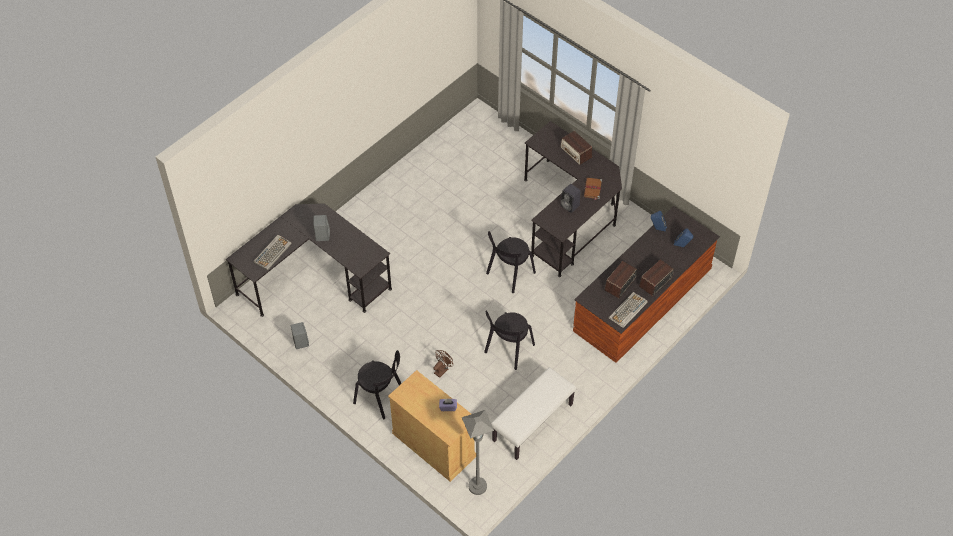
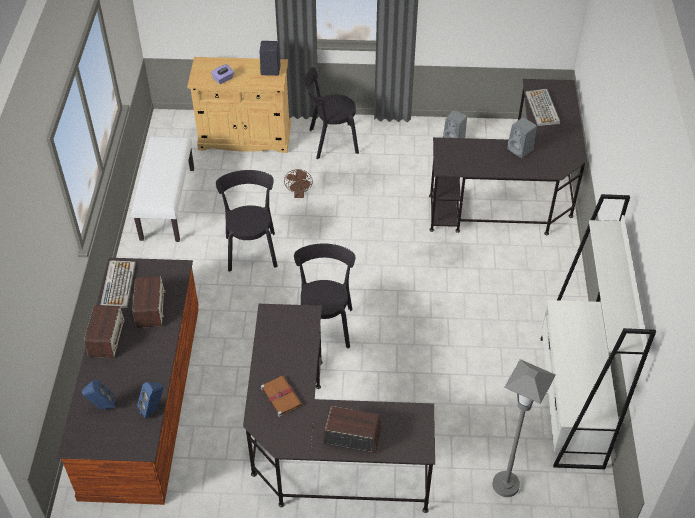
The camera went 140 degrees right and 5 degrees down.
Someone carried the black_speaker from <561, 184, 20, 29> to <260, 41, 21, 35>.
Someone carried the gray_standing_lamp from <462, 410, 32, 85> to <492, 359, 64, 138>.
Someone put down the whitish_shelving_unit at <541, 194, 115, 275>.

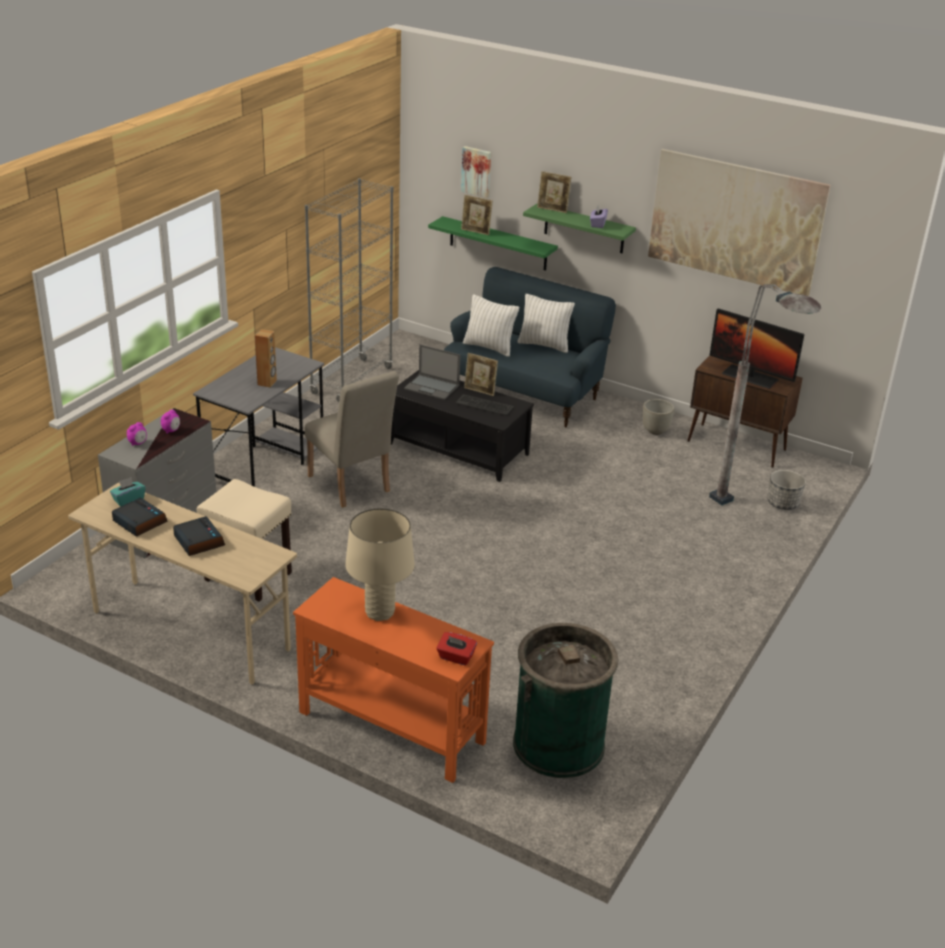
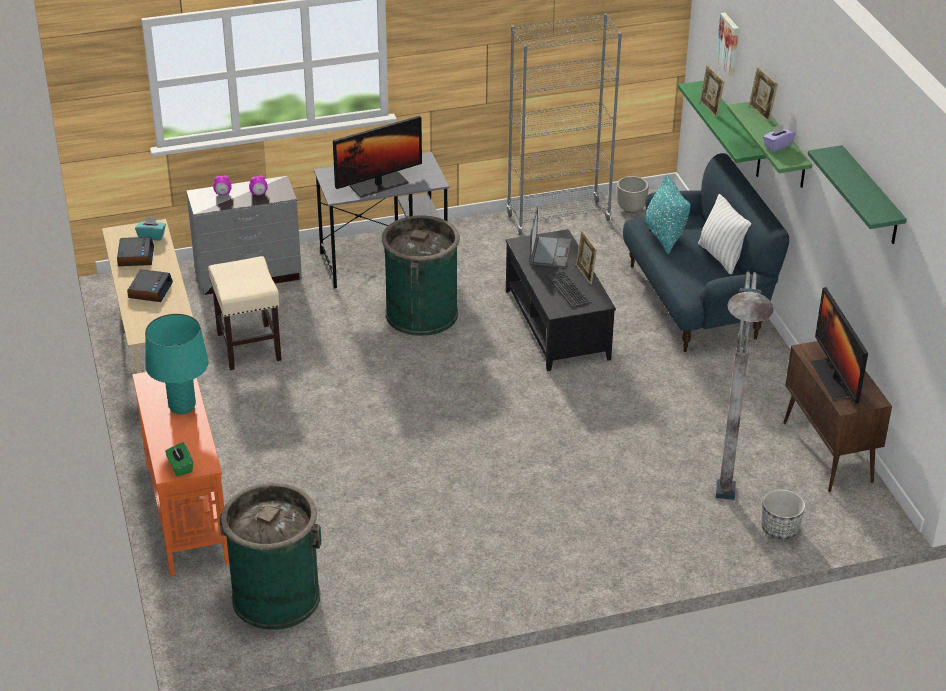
The camera went 45 degrees right and 5 degrees up.
Someone repainted the sand-coloured_tabletop_lamp at <345, 508, 70, 113>, which became the turquoise-coloured_tabletop_lamp at <145, 314, 64, 101>.
Someone repainted the red-coloured_tissue_box at <436, 632, 41, 34>, which became the green-coloured_tissue_box at <165, 442, 28, 34>.
Someone swapped the brown-coloured_speaker at <255, 329, 22, 59> for the computer_display at <333, 116, 89, 82>.
Someone swapped the sand-coloured_upright_chair at <305, 371, 94, 137> for the green-coloured_trash_can at <382, 215, 78, 121>.
Someone rotated the notebook_computer at <404, 345, 57, 55> by 150 degrees counterclockwise.
Someone carried the gray_planter from <643, 399, 31, 36> to <617, 176, 32, 37>.
Someone repainted the whitish_throw_pillow at <463, 294, 56, 63>, which became the turquoise-coloured_throw_pillow at <645, 174, 46, 80>.
Someone swapped the wall_picture at <648, 149, 183, 147> for the green-coloured_wall_shelf at <808, 145, 99, 99>.

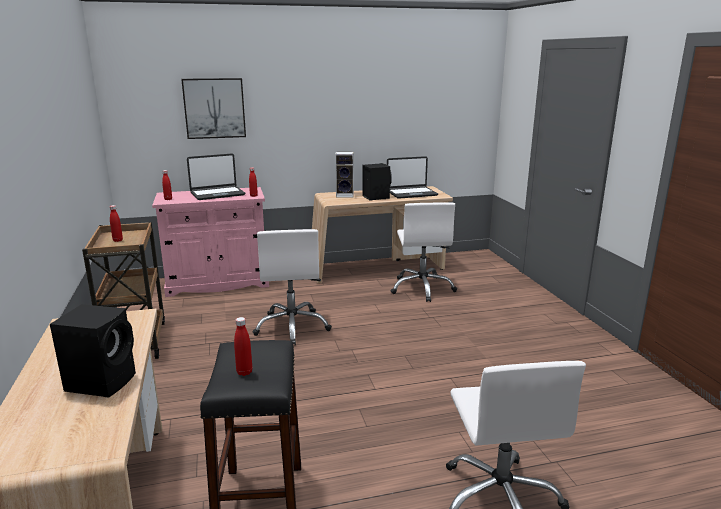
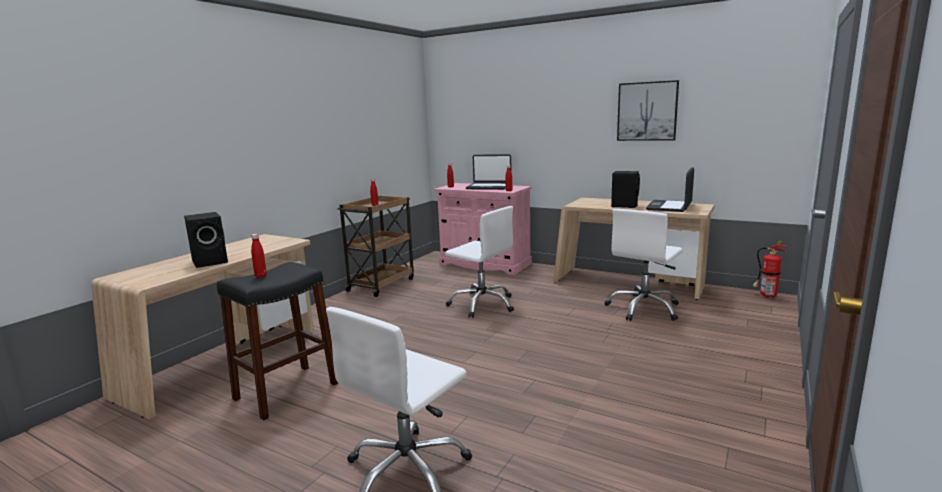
The camera went 45 degrees right and 5 degrees down.
Someone rotated the whitish_computer_chair at <252, 229, 80, 117> by 90 degrees counterclockwise.
Someone carried the wall_picture from <181, 78, 65, 61> to <617, 80, 62, 61>.
Someone rotated the notebook_computer at <387, 156, 51, 43> by 90 degrees clockwise.
Someone put down the fire-fighting_cylinder at <753, 241, 34, 57>.
Someone took away the speaker at <335, 152, 19, 45>.

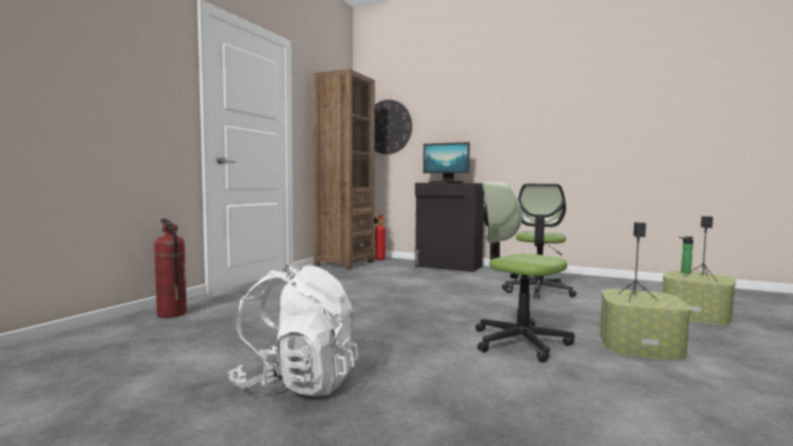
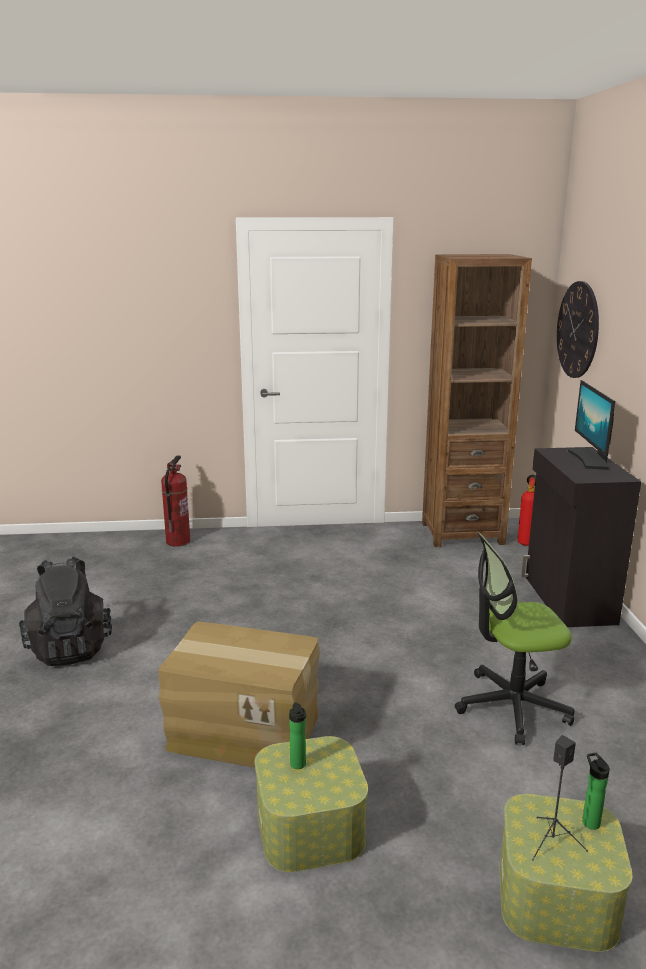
The camera went 60 degrees right and 15 degrees up.
Someone repainted the whitish_knapsack at <228, 265, 130, 131>, which became the black_knapsack at <19, 557, 93, 109>.
Someone swapped the computer_chair at <475, 183, 100, 180> for the carton at <158, 622, 162, 146>.
Someone swapped the black_speaker at <619, 222, 38, 81> for the bottle at <289, 702, 17, 67>.

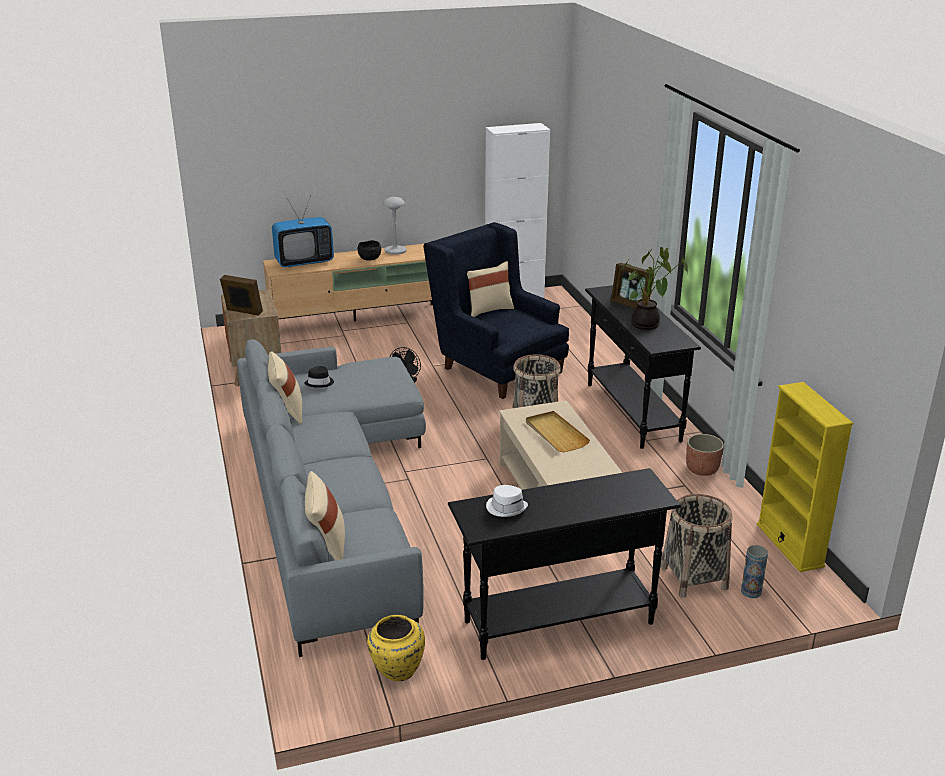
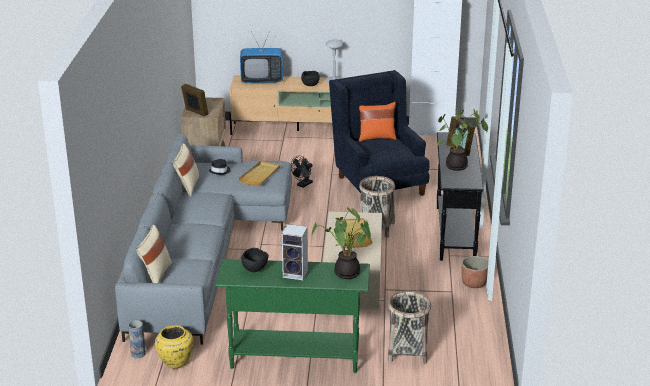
The camera went 20 degrees right and 0 degrees up.
Someone carried the vase from <741, 545, 27, 53> to <128, 320, 18, 38>.
Someone repainted the black_hall_table at <448, 468, 233, 192>, which became the green-coloured_hall_table at <215, 259, 155, 114>.
Someone put down the sand-coloured_serving_tray at <238, 161, 42, 25>.
Someone swapped the whitish_hat at <486, 485, 42, 32> for the black_serving_bowl at <241, 248, 28, 24>.
Someone put down the speaker at <282, 224, 26, 56>.
Someone put down the houseplant at <311, 208, 60, 71>.
Someone repainted the sand-coloured_throw_pillow at <467, 261, 47, 56>, which became the orangey_throw_pillow at <359, 102, 37, 40>.
Someone took away the yellow_shelving_unit at <757, 382, 96, 190>.

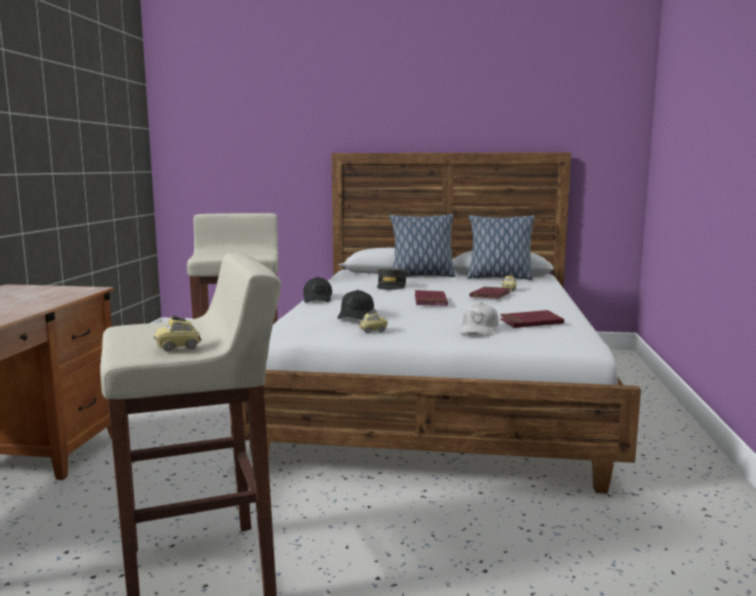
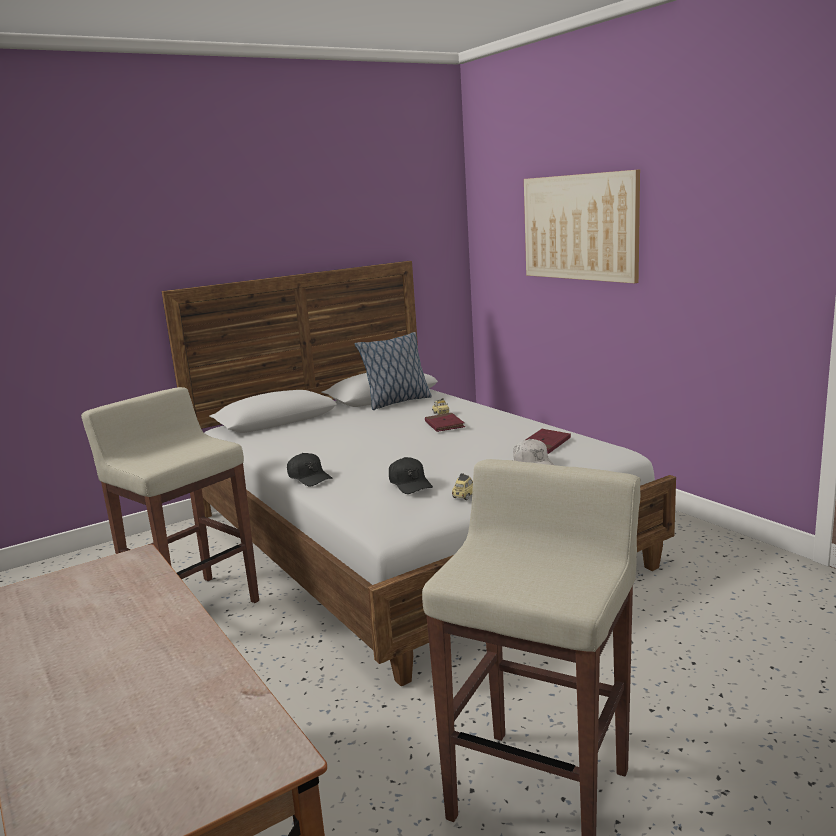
The camera went 40 degrees left and 5 degrees up.
Someone put up the wall_picture at <524, 169, 116, 114>.
Someone took away the model_car at <154, 315, 47, 37>.
Someone took away the gray_cap at <377, 269, 30, 21>.
Someone took away the throw_pillow at <389, 214, 67, 63>.
Someone took away the red-coloured_book at <415, 290, 33, 16>.

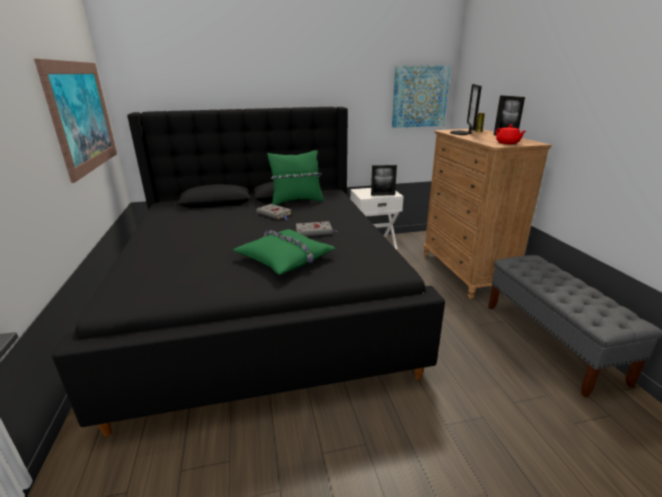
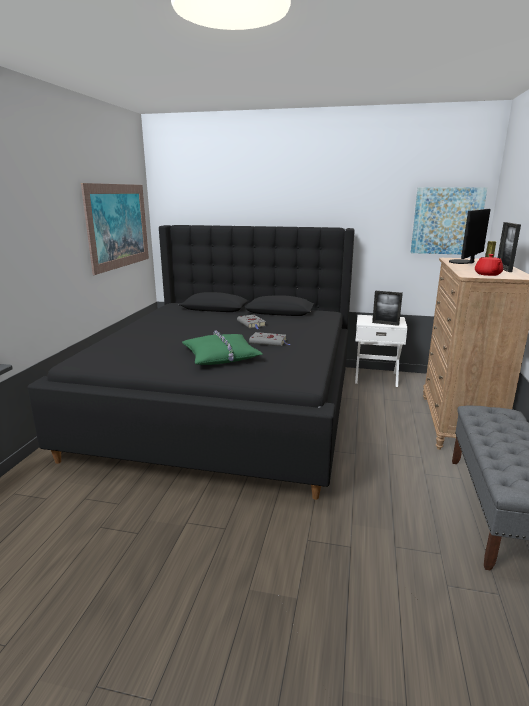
The camera went 25 degrees right and 5 degrees down.
Someone took away the green-coloured_throw_pillow at <267, 150, 56, 55>.

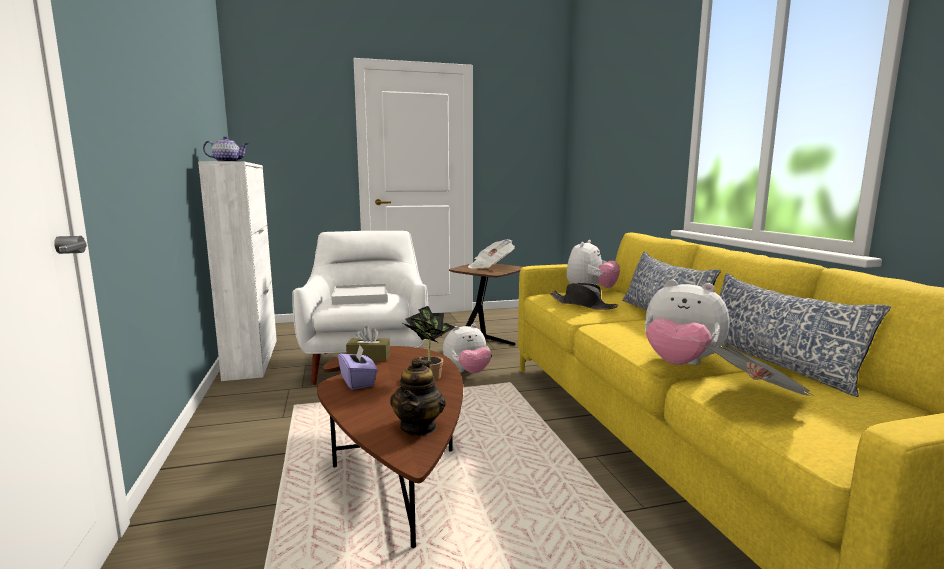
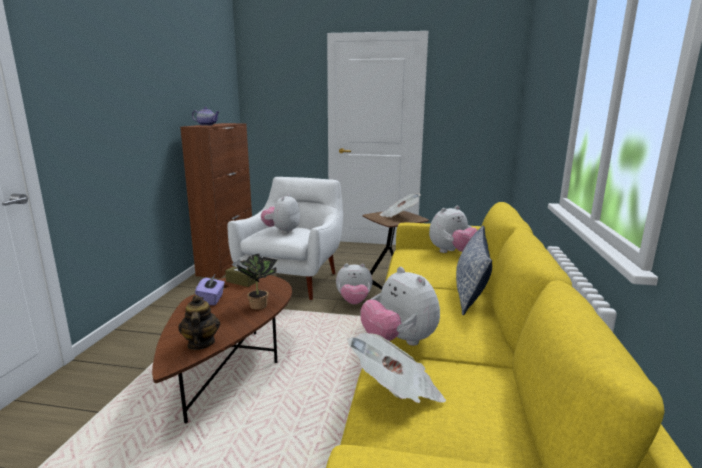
The camera went 25 degrees right and 5 degrees up.
Someone rotated the tea_pot at <390, 357, 56, 79> by 135 degrees clockwise.
Someone repainted the whitish_storage_cabinet at <198, 161, 79, 220>, which became the brown-coloured_storage_cabinet at <180, 123, 72, 155>.
Someone swapped the whitish_serving_tray at <331, 284, 57, 21> for the soft_toy at <261, 194, 39, 40>.
Someone took away the black_hat at <550, 283, 68, 27>.
Someone took away the throw_pillow at <719, 273, 172, 124>.

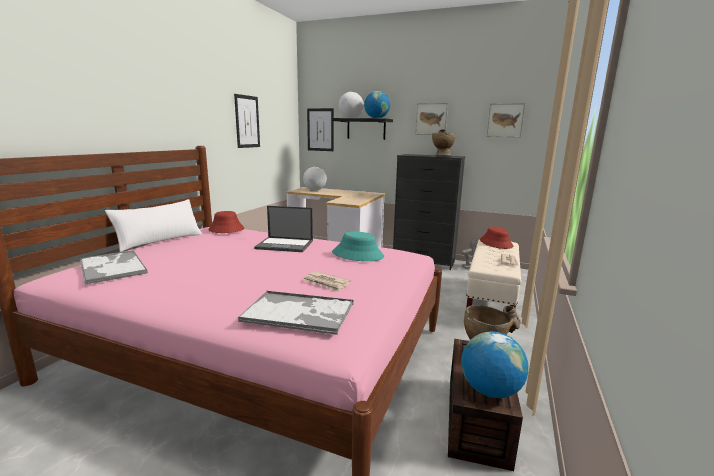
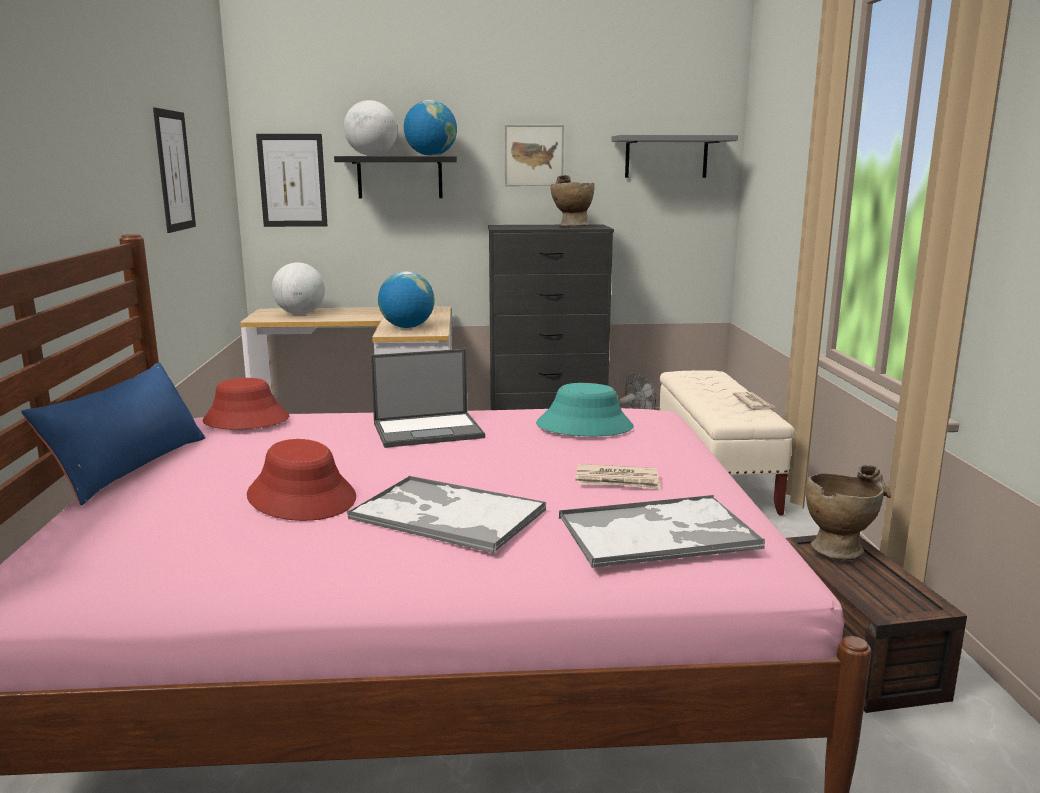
The camera went 25 degrees left and 0 degrees up.
Someone repainted the whitish_throw_pillow at <105, 199, 97, 53>, which became the blue-coloured_throw_pillow at <21, 362, 184, 143>.
Someone carried the red-coloured_hat from <480, 227, 33, 22> to <247, 439, 109, 82>.
Someone carried the serving_tray from <80, 250, 68, 35> to <347, 476, 199, 78>.
Someone carried the world_globe from <461, 332, 68, 66> to <378, 271, 57, 57>.
Someone swapped the wall_picture at <487, 103, 38, 35> for the gray_wall_shelf at <611, 135, 127, 43>.

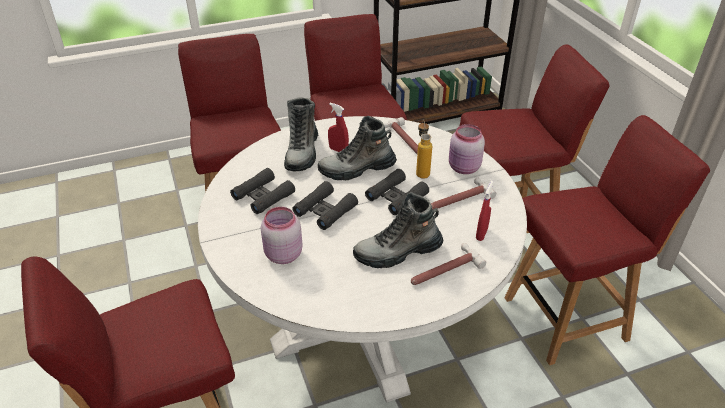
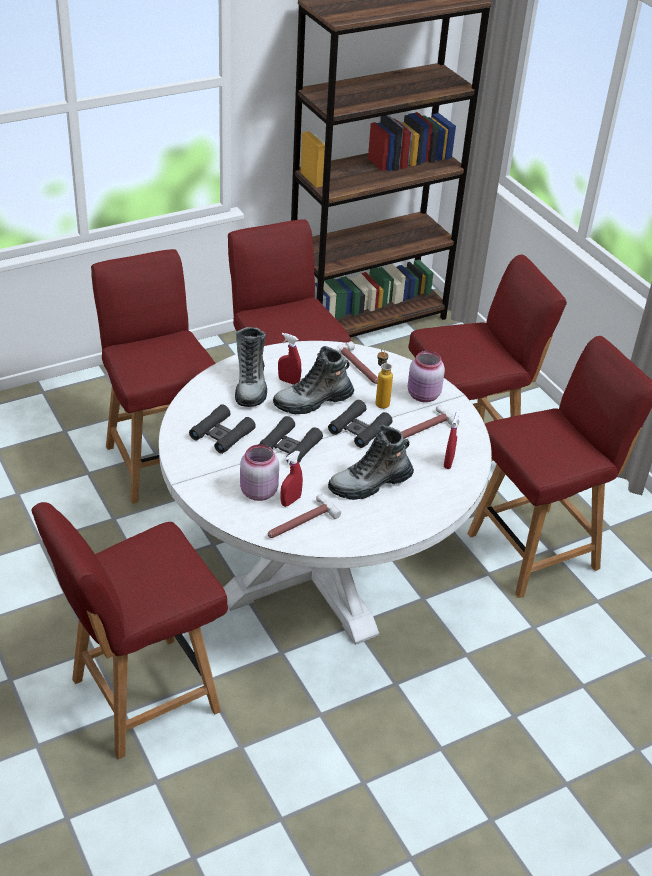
The camera went 10 degrees left and 0 degrees up.
Someone carried the tool_hammer from <411, 243, 75, 42> to <268, 494, 73, 44>.
Someone put down the red-coloured_sprayer at <280, 451, 23, 56>.

